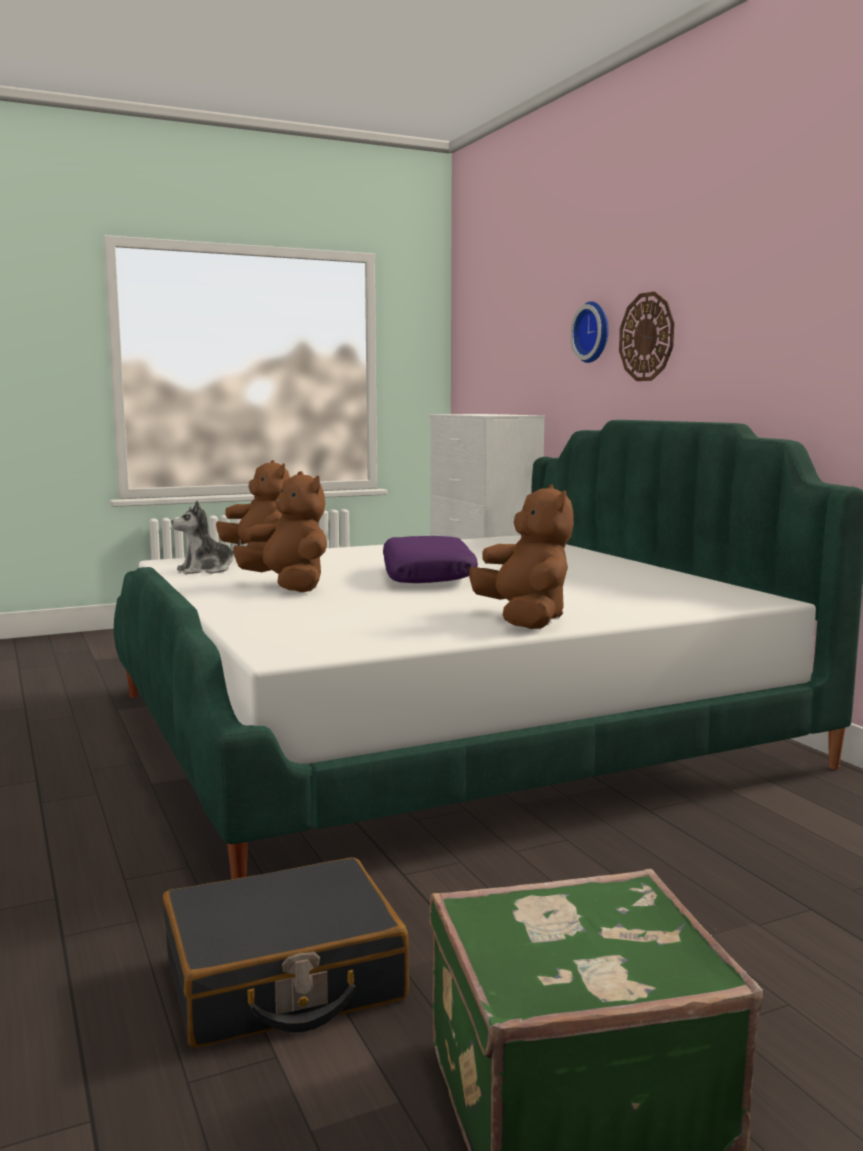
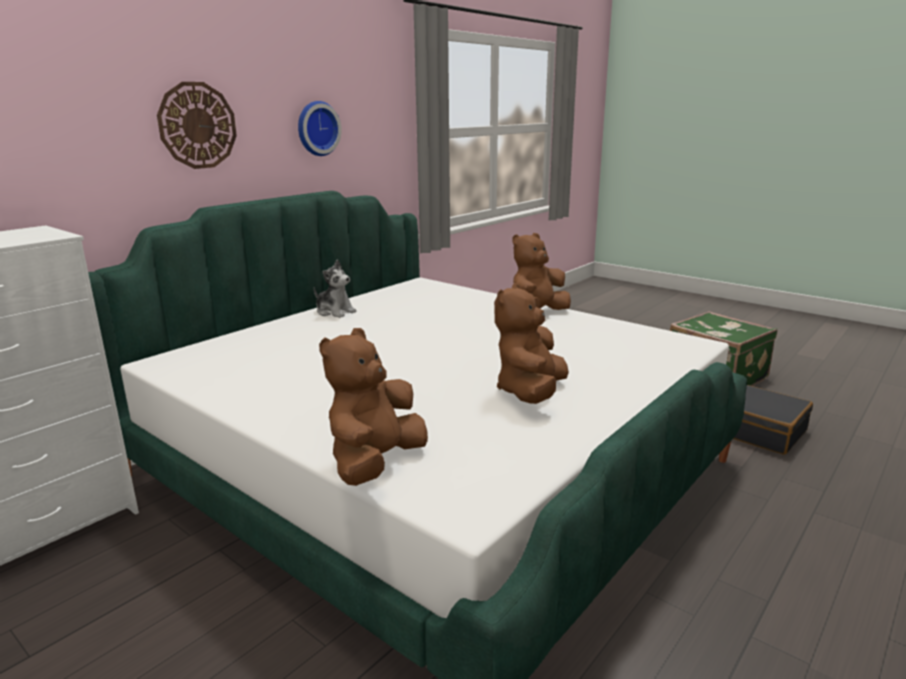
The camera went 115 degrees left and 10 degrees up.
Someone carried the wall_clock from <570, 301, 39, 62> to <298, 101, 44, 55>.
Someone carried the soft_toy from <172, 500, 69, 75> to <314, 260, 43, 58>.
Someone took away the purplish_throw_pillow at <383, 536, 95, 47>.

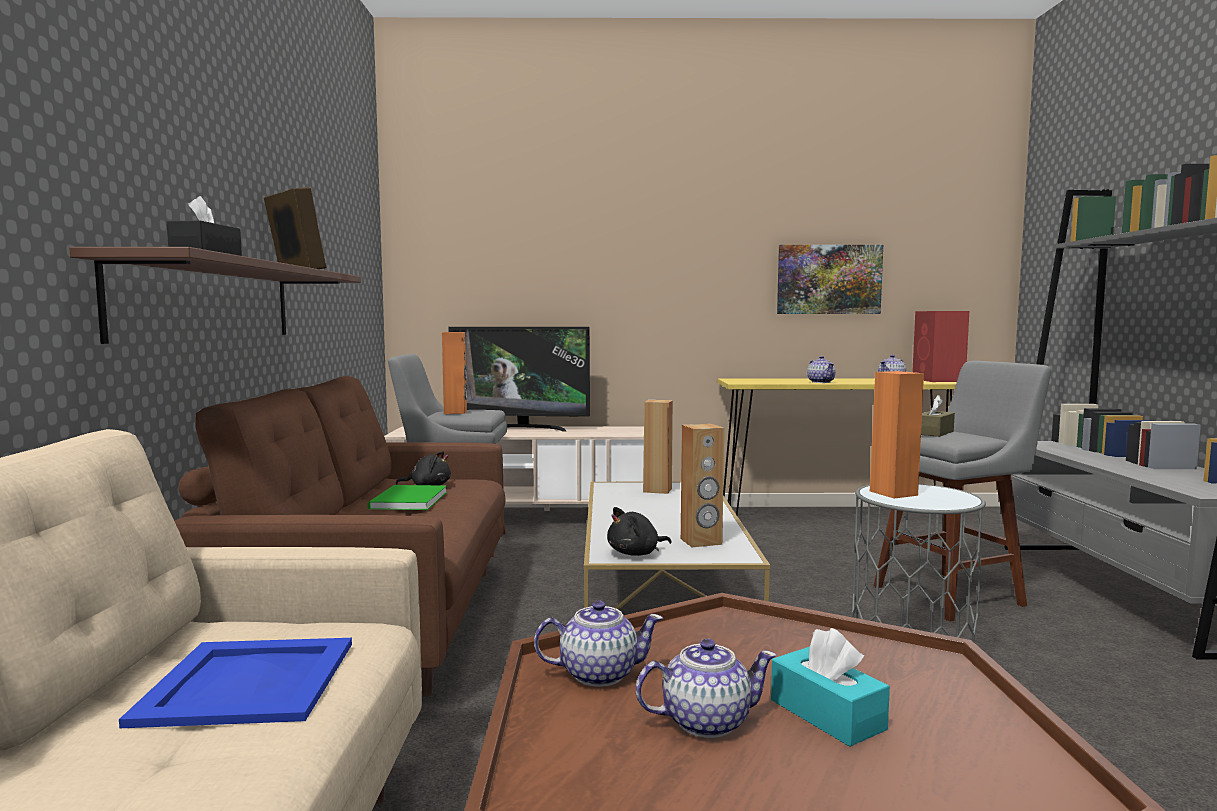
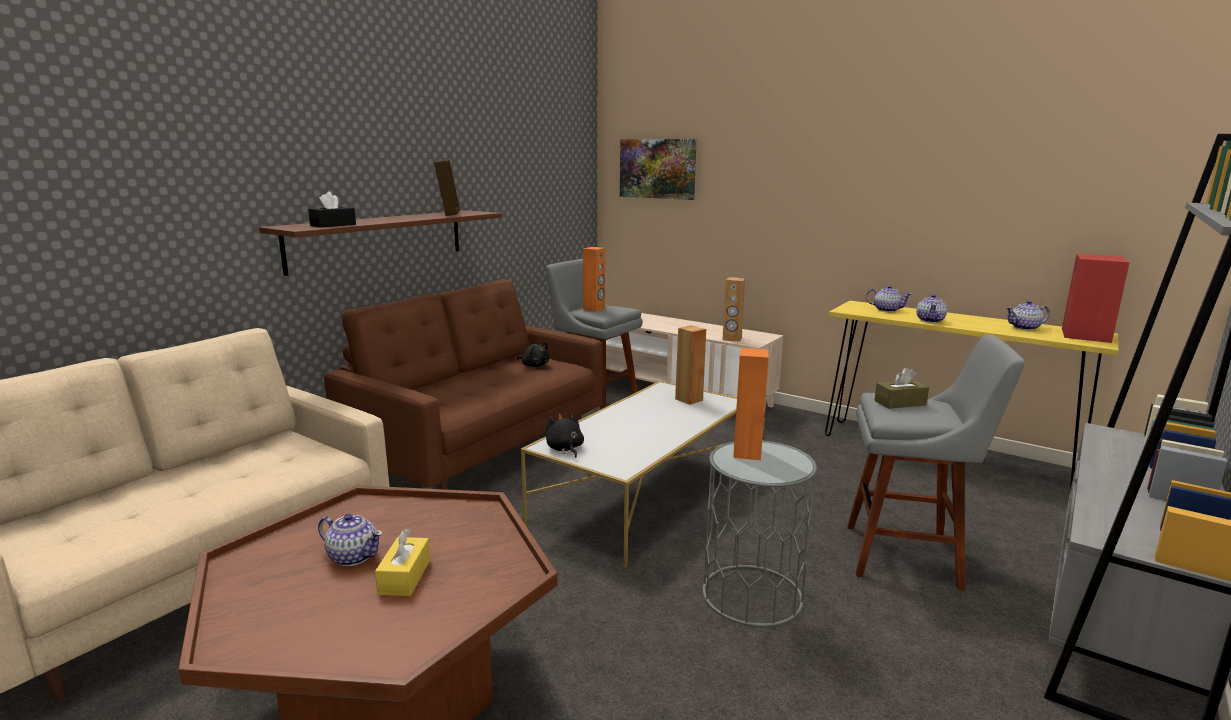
The camera went 35 degrees right and 10 degrees up.
Someone repainted the turquoise-coloured_tissue_box at <771, 628, 119, 119>, which became the yellow_tissue_box at <375, 528, 55, 68>.
Someone rotated the black_soft_toy at <607, 507, 64, 49> by 60 degrees clockwise.
Someone carried the wall_picture from <777, 245, 106, 69> to <620, 139, 77, 61>.
Someone carried the brown-coloured_speaker from <681, 424, 43, 123> to <722, 277, 23, 65>.
Someone carried the tea_pot from <534, 601, 129, 86> to <866, 285, 46, 27>.
Someone took away the blue-coloured_serving_tray at <119, 638, 233, 90>.
Someone took away the green-coloured_book at <367, 485, 80, 25>.
Someone took away the TV at <448, 327, 142, 105>.

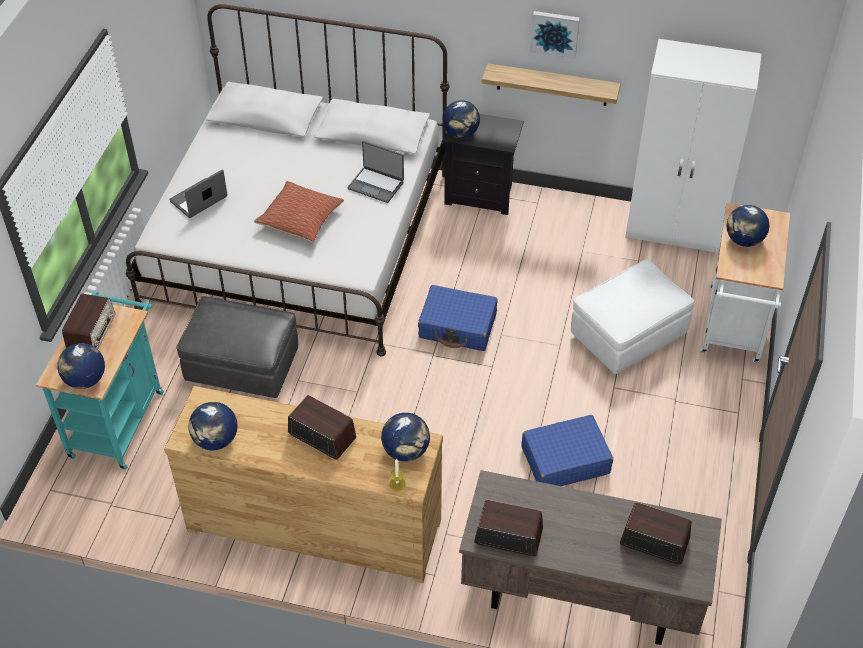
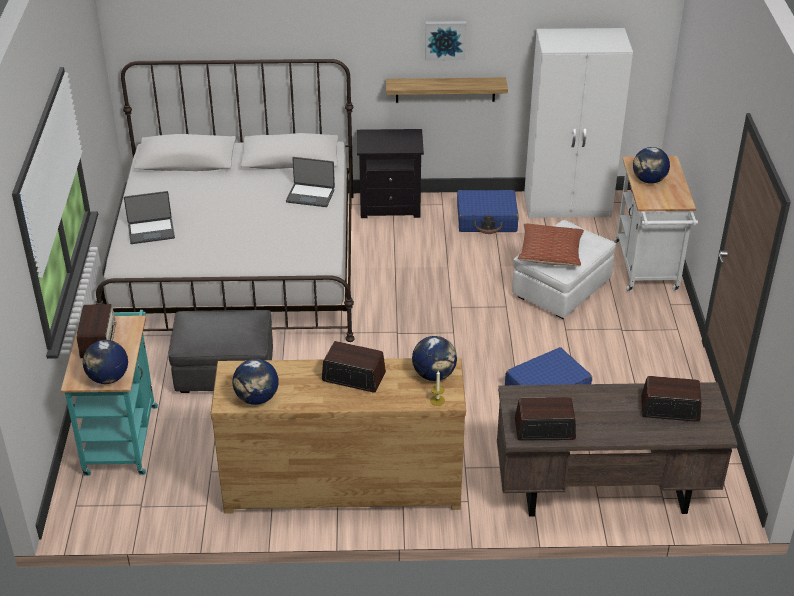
The camera went 15 degrees left and 10 degrees down.
Someone rotated the notebook_computer at <169, 169, 58, 49> by 135 degrees counterclockwise.
Someone carried the blue-coloured_travel_case from <418, 285, 79, 66> to <457, 190, 62, 44>.
Someone carried the throw_pillow from <254, 181, 90, 61> to <518, 224, 66, 42>.
Someone took away the world_globe at <443, 100, 37, 38>.

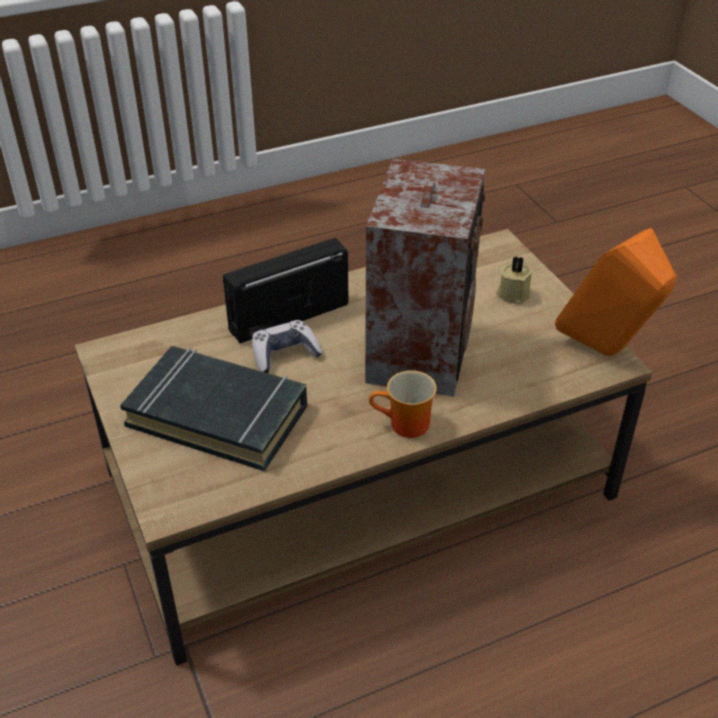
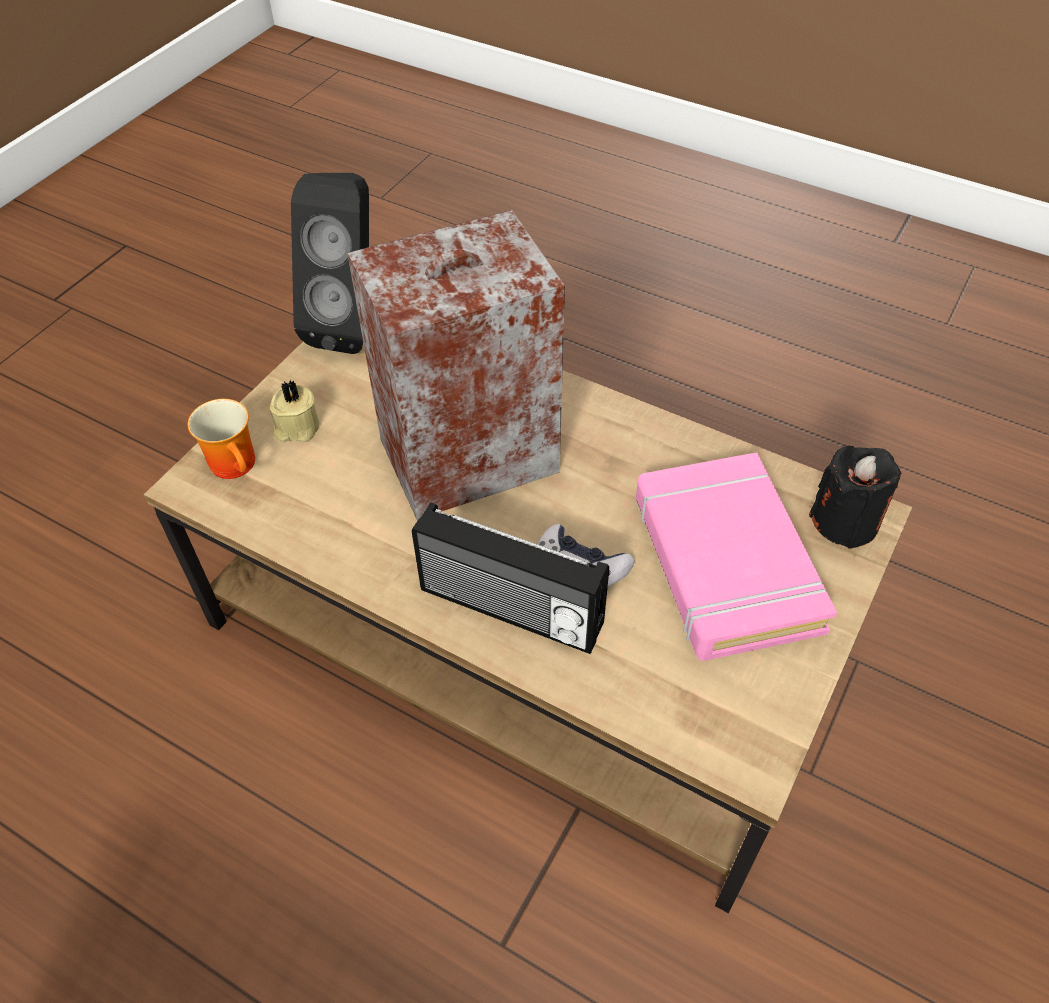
The camera went 125 degrees left and 10 degrees up.
Someone carried the coffee_mug from <369, 370, 68, 68> to <188, 399, 67, 80>.
Someone repainted the orangey_speaker at <555, 228, 122, 128>, which became the black_speaker at <291, 173, 78, 181>.
Someone repainted the black_book at <120, 346, 187, 125>, which became the pinkish_book at <636, 452, 201, 209>.
Someone put down the black_candle at <809, 446, 92, 103>.

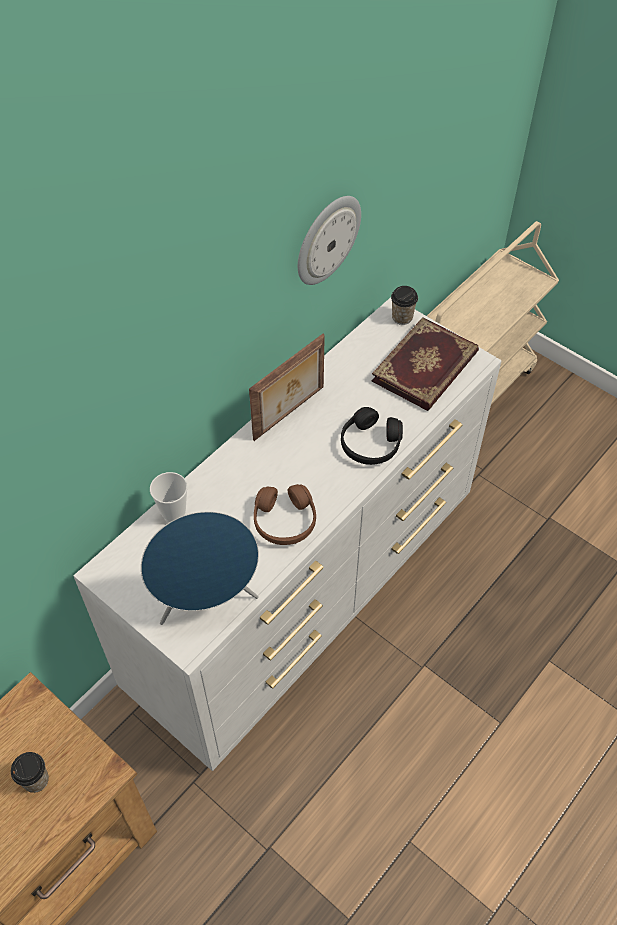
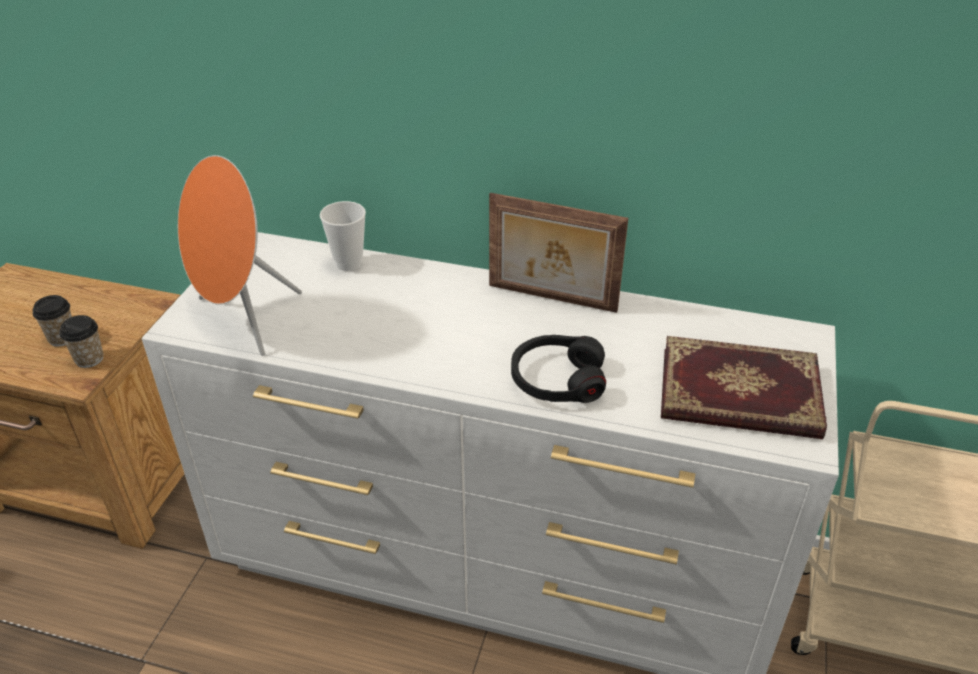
The camera went 65 degrees right and 15 degrees down.
Someone carried the cup from <391, 286, 27, 39> to <59, 315, 44, 53>.
Someone repainted the blue-coloured_speaker at <141, 512, 118, 113>, which became the orangey_speaker at <178, 155, 124, 201>.
Someone took away the brown-coloured_pair_of_headphones at <254, 484, 62, 61>.
Someone took away the wall_clock at <298, 196, 63, 89>.

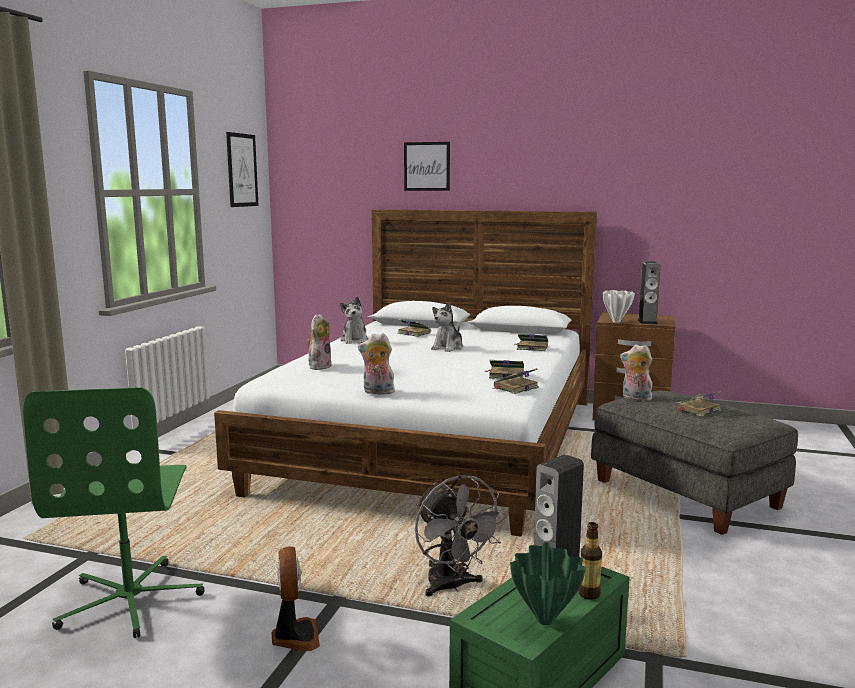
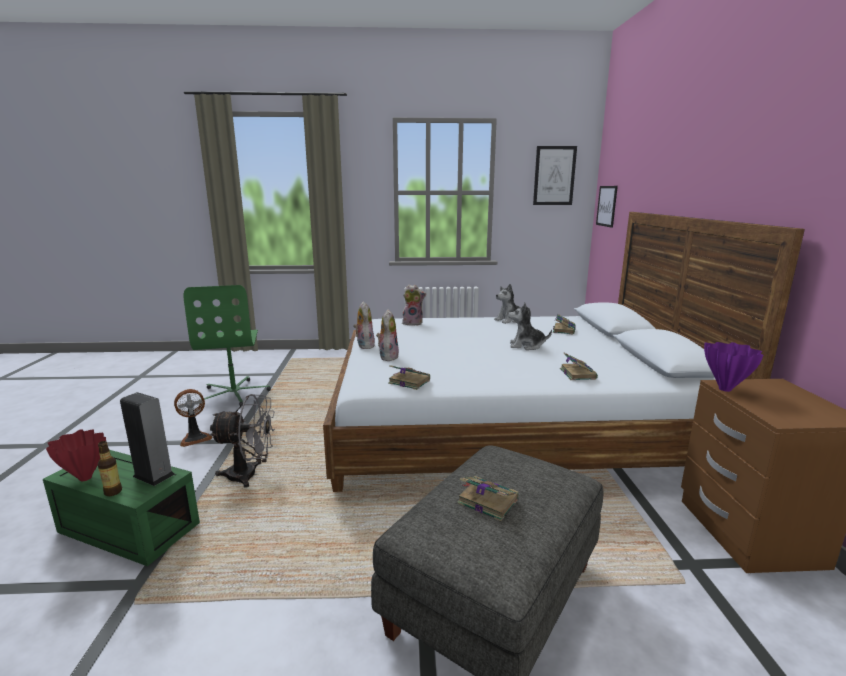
The camera went 70 degrees right and 5 degrees up.
Someone repainted the green-coloured_vase at <510, 542, 76, 83>, which became the red-coloured_vase at <46, 429, 60, 52>.
Someone rotated the green-coloured_computer_chair at <23, 387, 182, 251> by 75 degrees counterclockwise.
Someone rotated the gray_fan at <415, 475, 92, 122> by 135 degrees counterclockwise.
Someone carried the soft_toy from <620, 345, 33, 56> to <376, 310, 23, 51>.
Someone carried the wall_picture from <404, 142, 46, 49> to <596, 186, 22, 42>.
Someone repainted the whitish_vase at <603, 290, 32, 33>, which became the purplish_vase at <704, 342, 60, 50>.
Someone took away the book at <485, 360, 39, 19>.
Someone took away the speaker at <638, 261, 22, 63>.

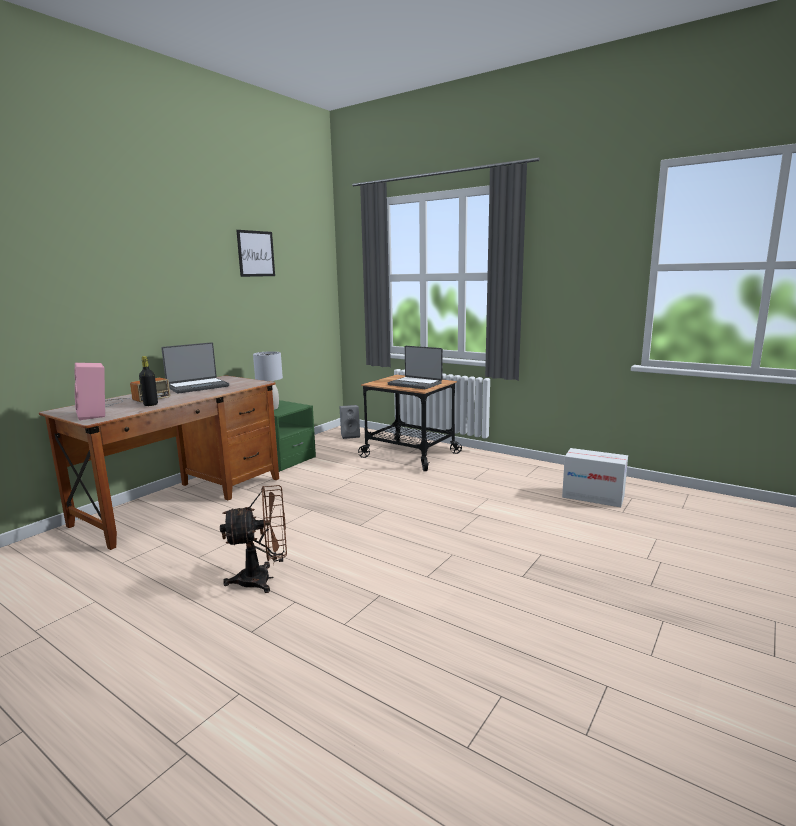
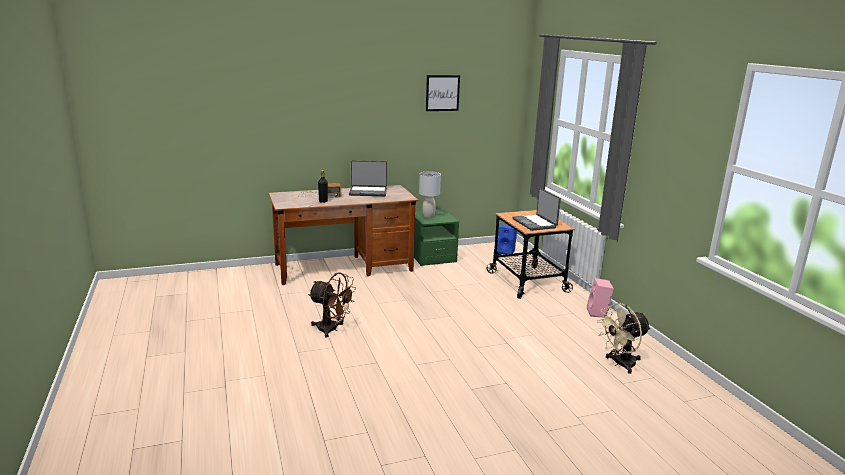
The camera went 35 degrees right and 5 degrees up.
Someone repainted the gray_speaker at <339, 405, 21, 34>, which became the blue-coloured_speaker at <497, 225, 20, 29>.
Someone carried the pinkish_speaker from <75, 363, 30, 57> to <587, 278, 27, 39>.
Someone swapped the carton at <562, 448, 66, 59> for the sand-coloured_fan at <596, 303, 55, 71>.

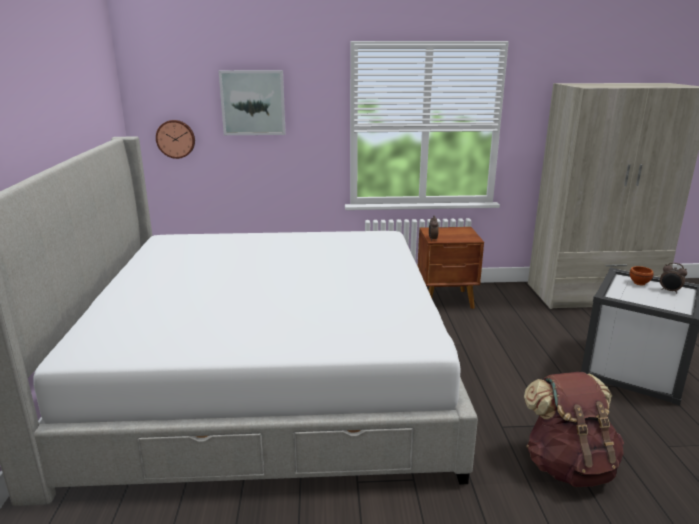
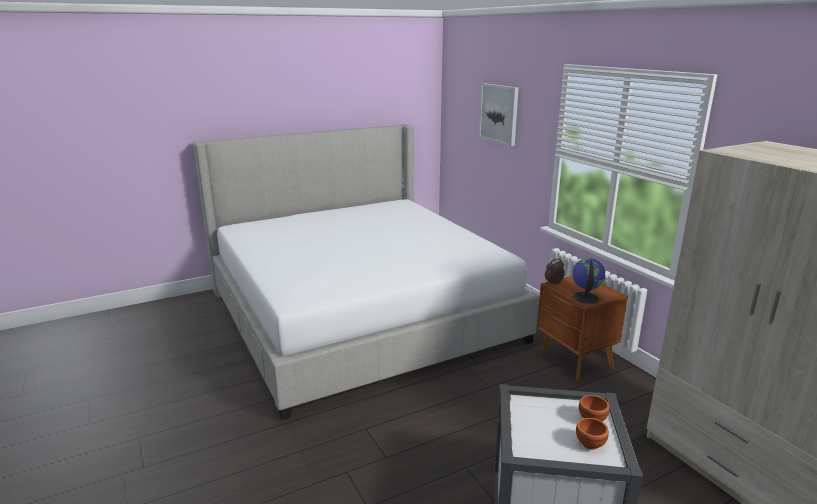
The camera went 65 degrees right and 0 degrees up.
Someone put down the world_globe at <572, 258, 34, 46>.
Someone swapped the bedside_clock at <660, 263, 27, 31> for the brown-coloured_serving_bowl at <576, 418, 33, 32>.
Someone took away the wall_clock at <156, 120, 39, 39>.
Someone took away the brown-coloured_knapsack at <524, 372, 100, 115>.

